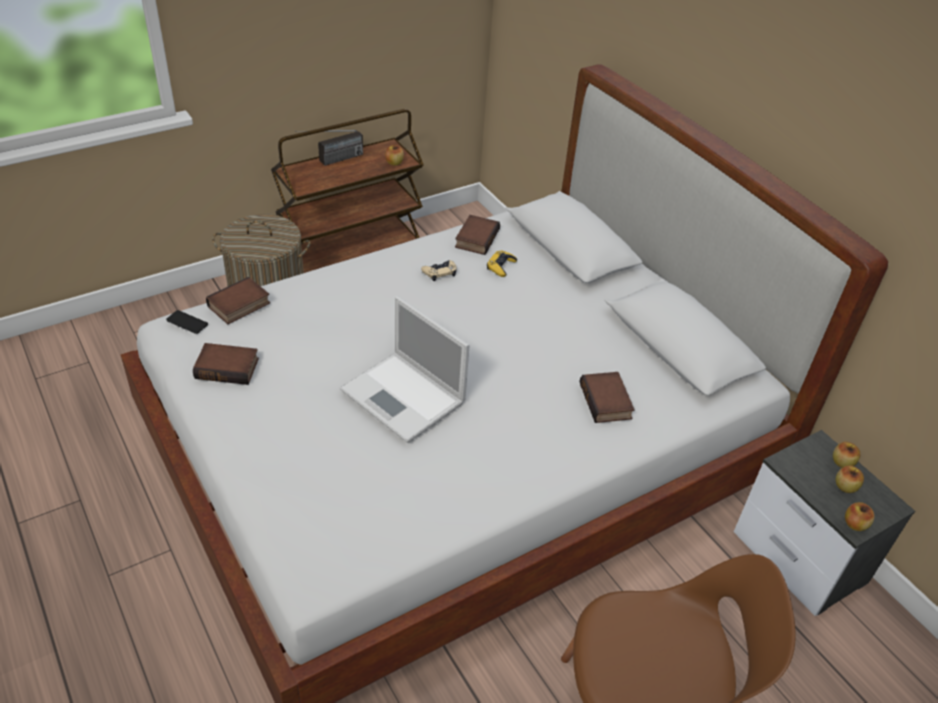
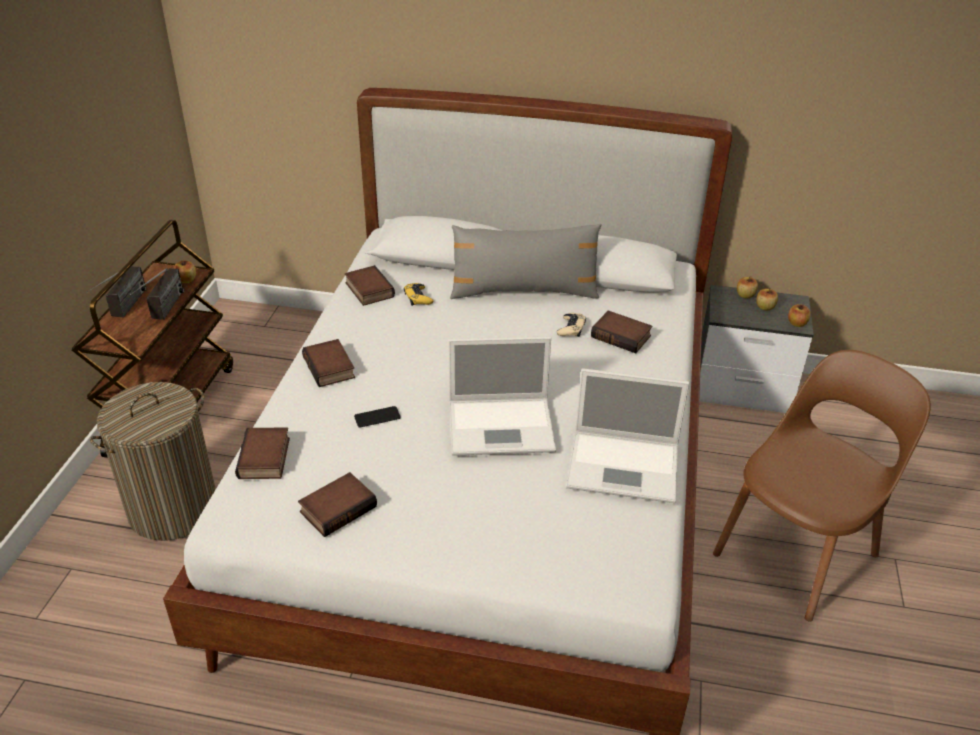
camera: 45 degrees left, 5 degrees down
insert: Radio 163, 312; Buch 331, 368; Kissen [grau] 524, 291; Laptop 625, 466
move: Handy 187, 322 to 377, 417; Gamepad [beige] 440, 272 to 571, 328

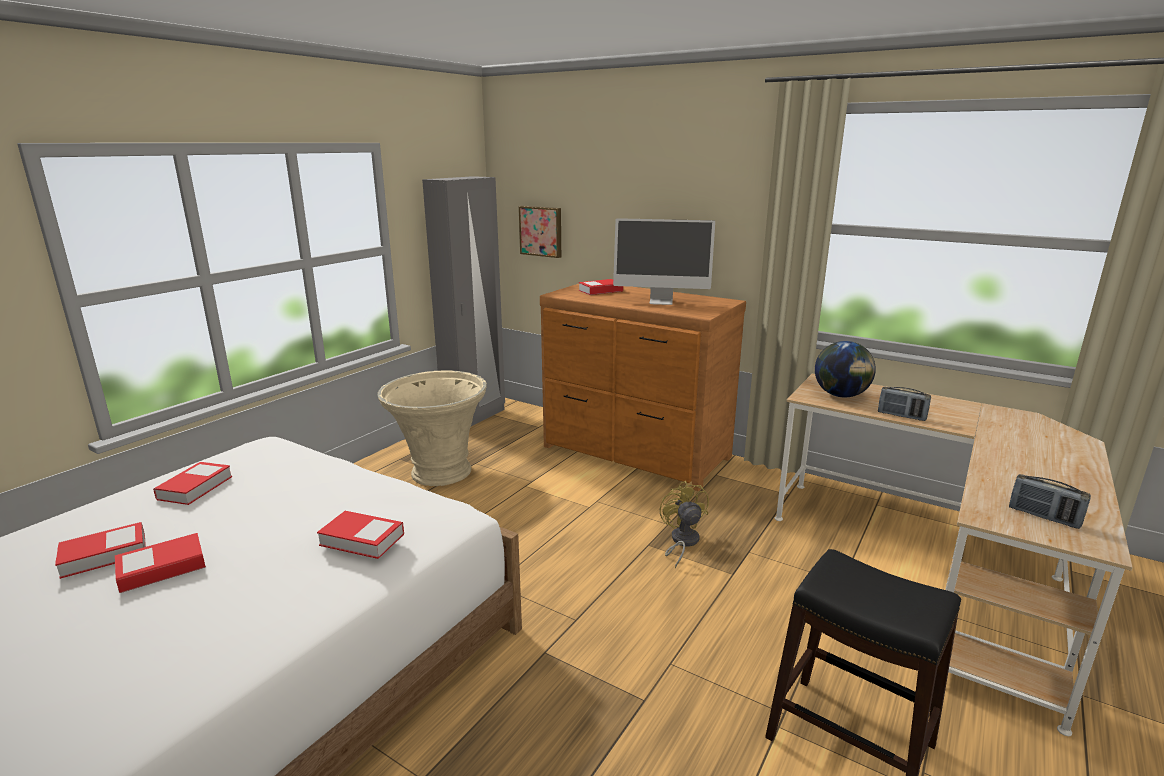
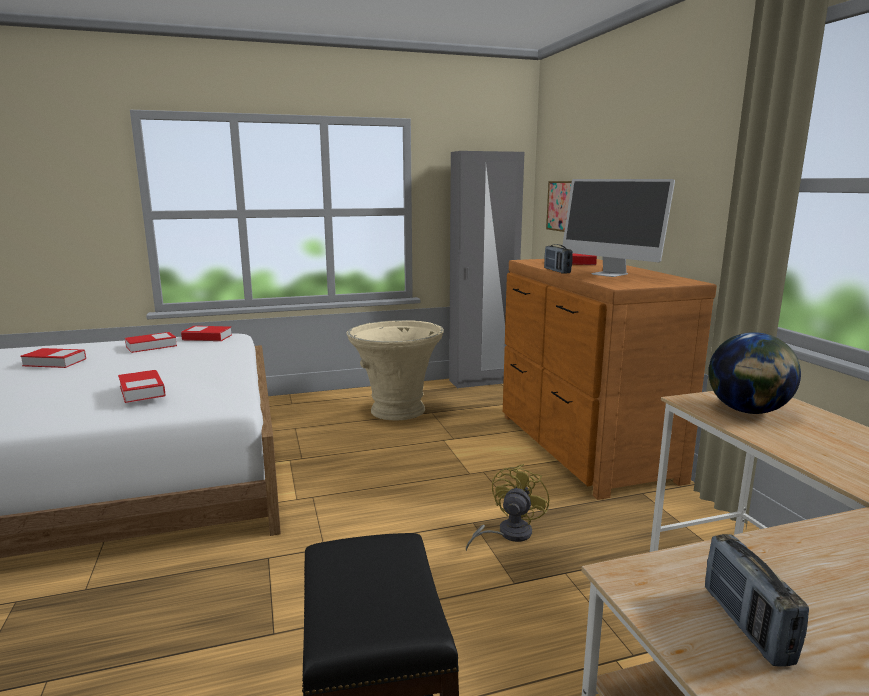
camera: 40 degrees right, 5 degrees down
move: Buch 162, 568 to 207, 337; Radio 901, 416 to 557, 271

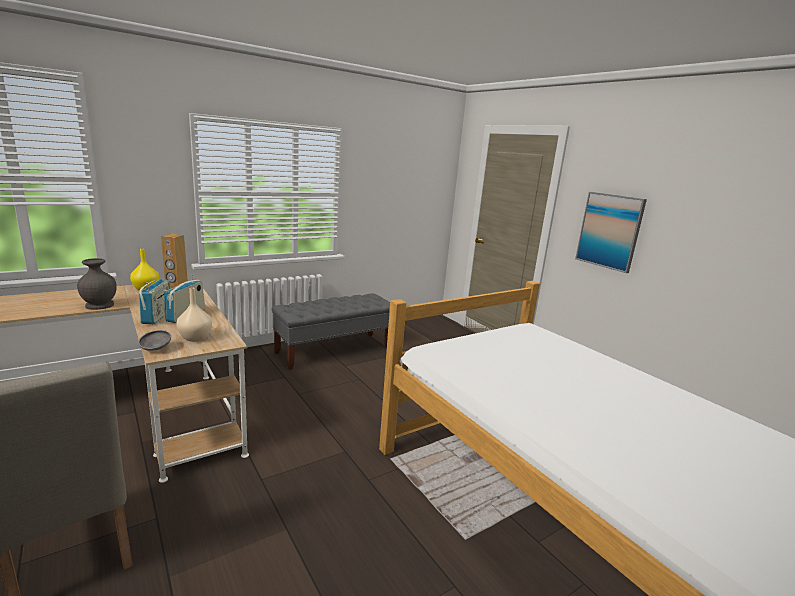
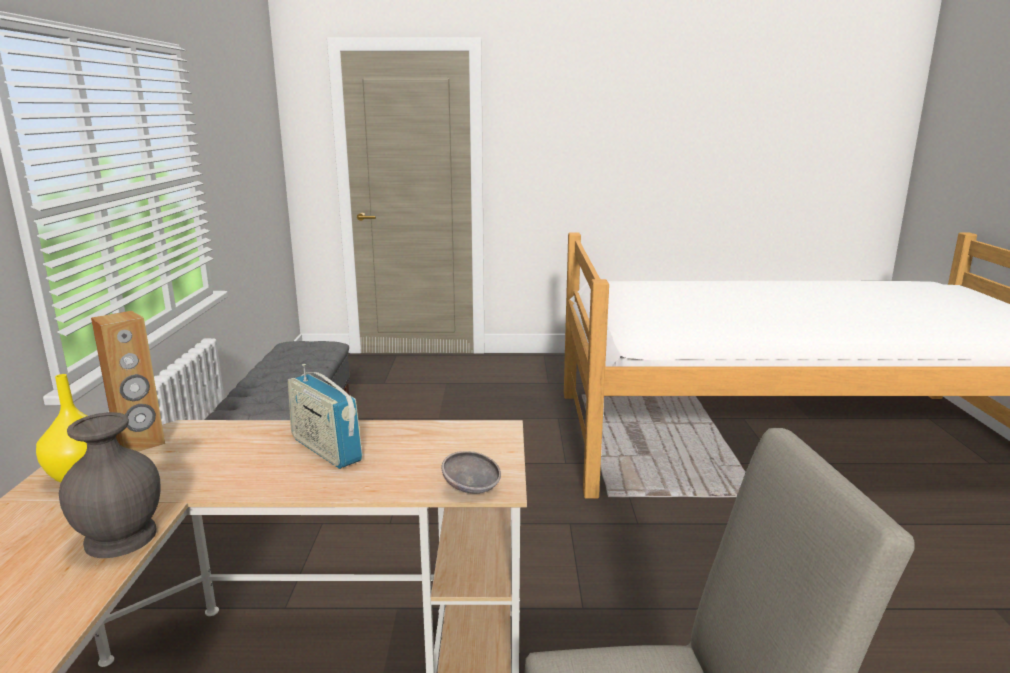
camera: 55 degrees left, 0 degrees up
delete: Radio 157, 316; Vase [beige] 196, 338; Bild 609, 231

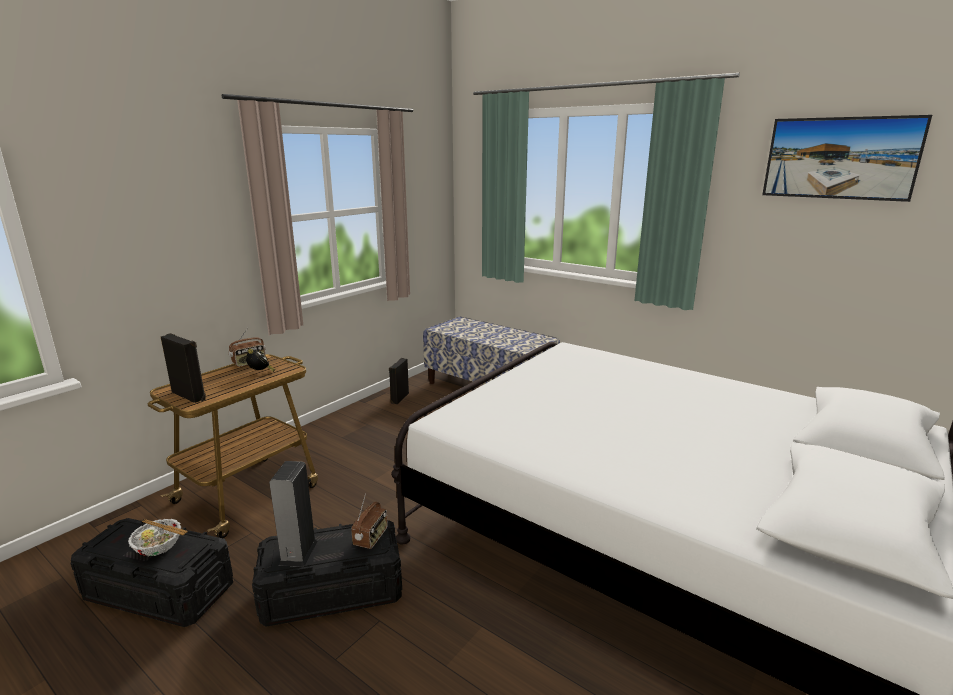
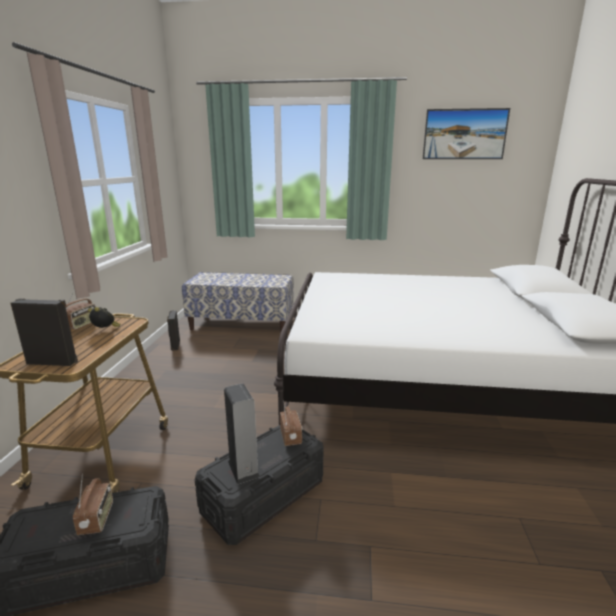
camera: 30 degrees left, 0 degrees up
replace: Schüssel 159, 548 to Radio 97, 519

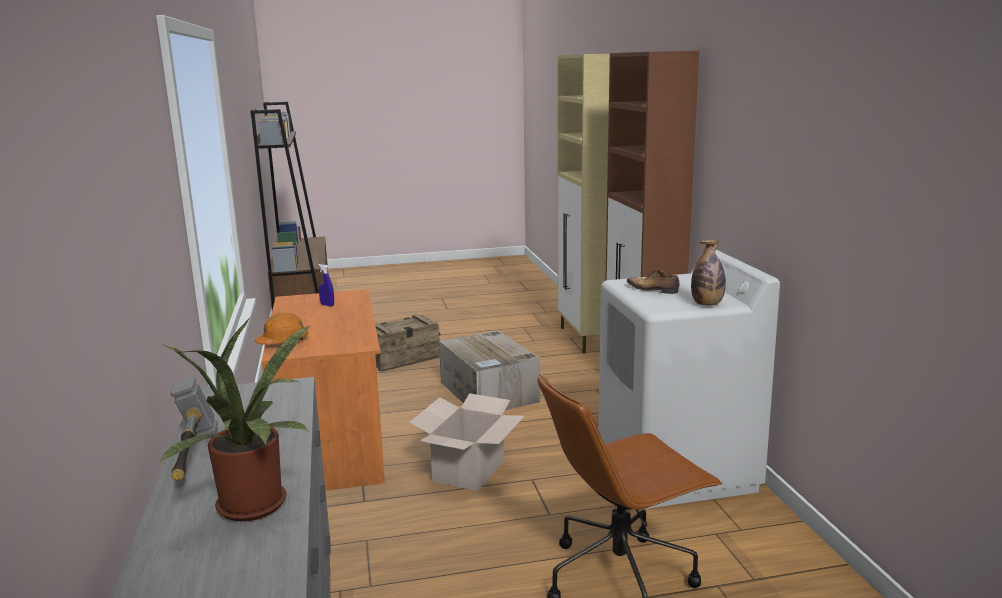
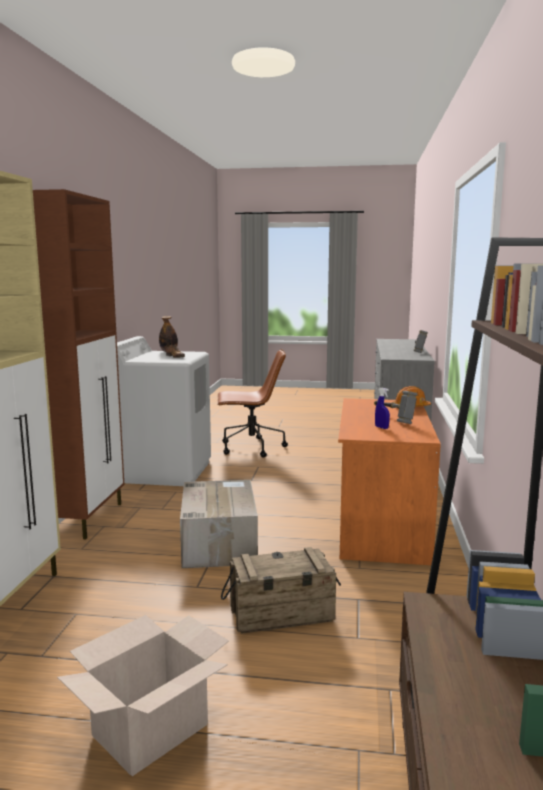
camera: 160 degrees left, 5 degrees down
delete: Topfpflanze 256, 508
insert: Hammer 393, 418
move: Karton 468, 470 to 150, 731

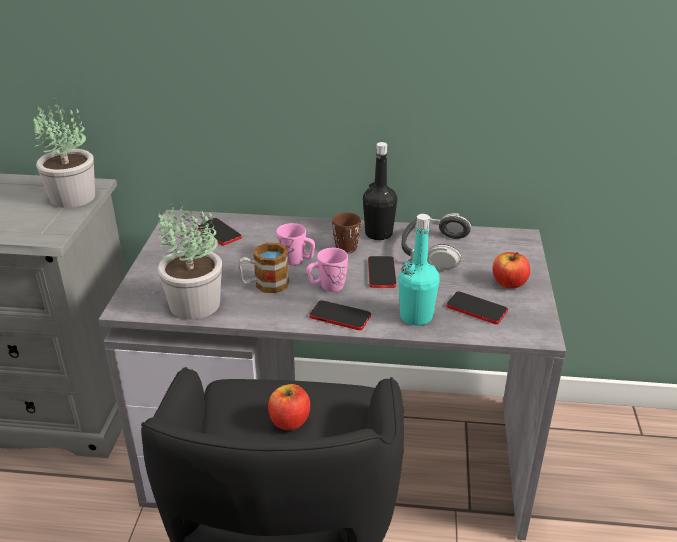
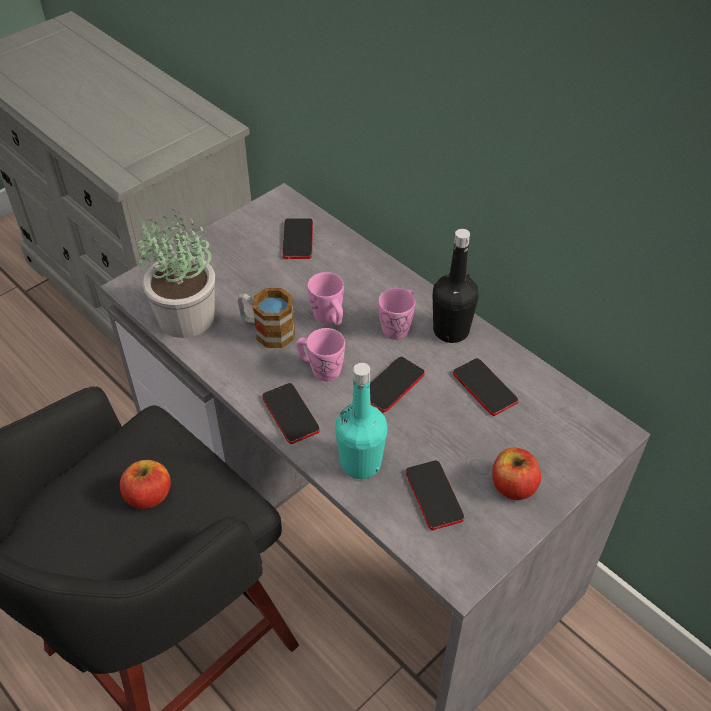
camera: 40 degrees right, 15 degrees up
delete: Topfpflanze 72, 197
replace: Kopfhörer 433, 249 to Handy 484, 387
recolor: Henkelbecher [braun] 345, 245 to Henkelbecher [rosa] 398, 326

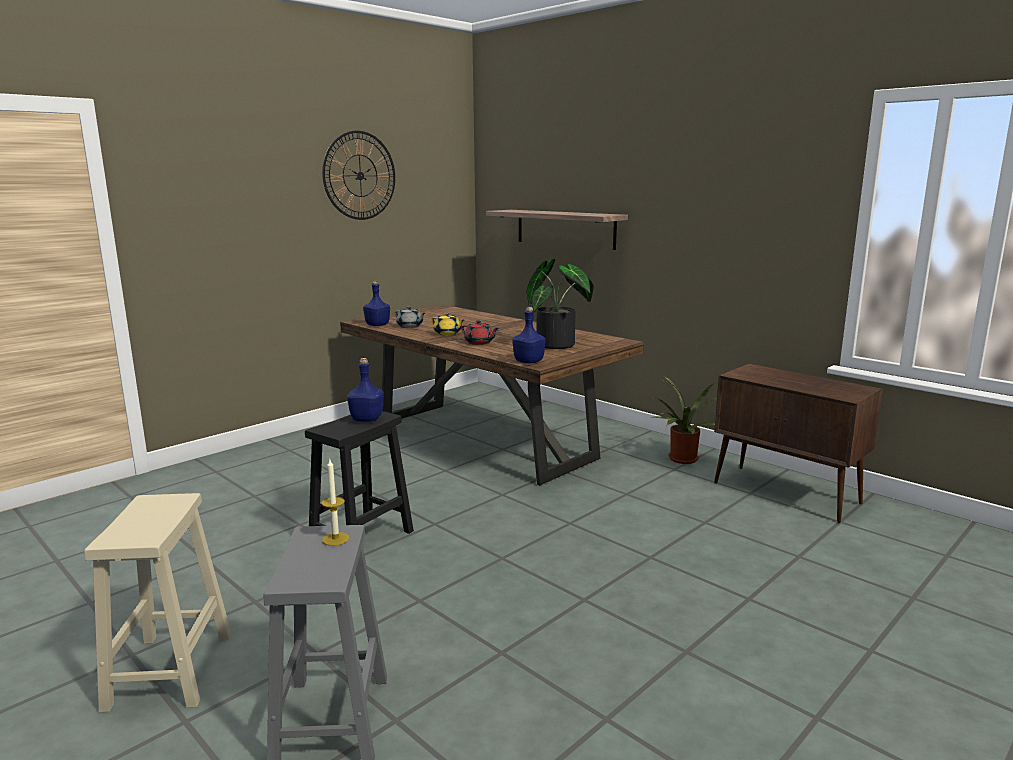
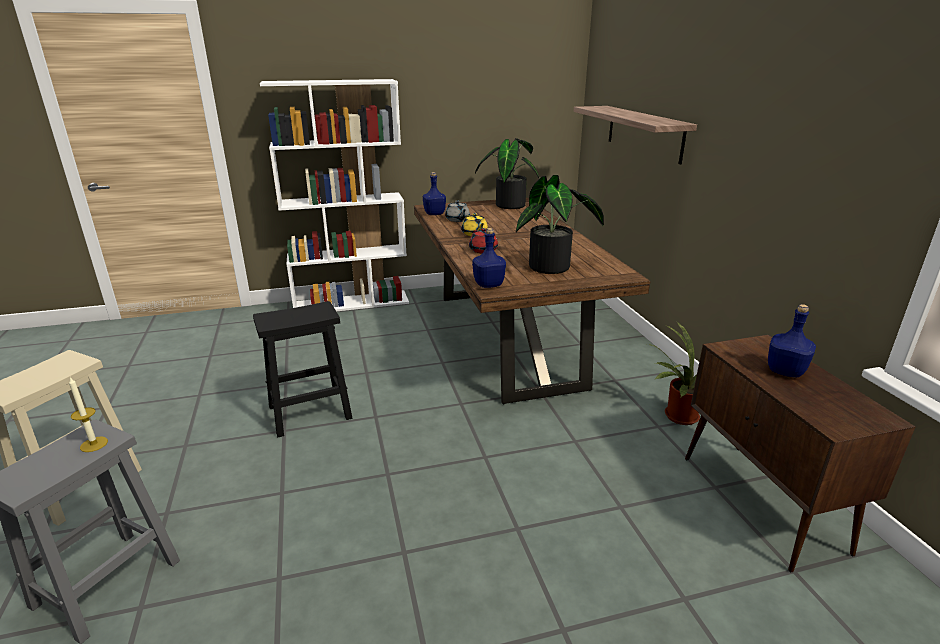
camera: 30 degrees right, 10 degrees up
delete: Wanduhr 360, 175
insert: Bücherregal [weiß] 352, 303; Topfpflanze 508, 205
move: Flasche [blau] 367, 419 to 786, 371

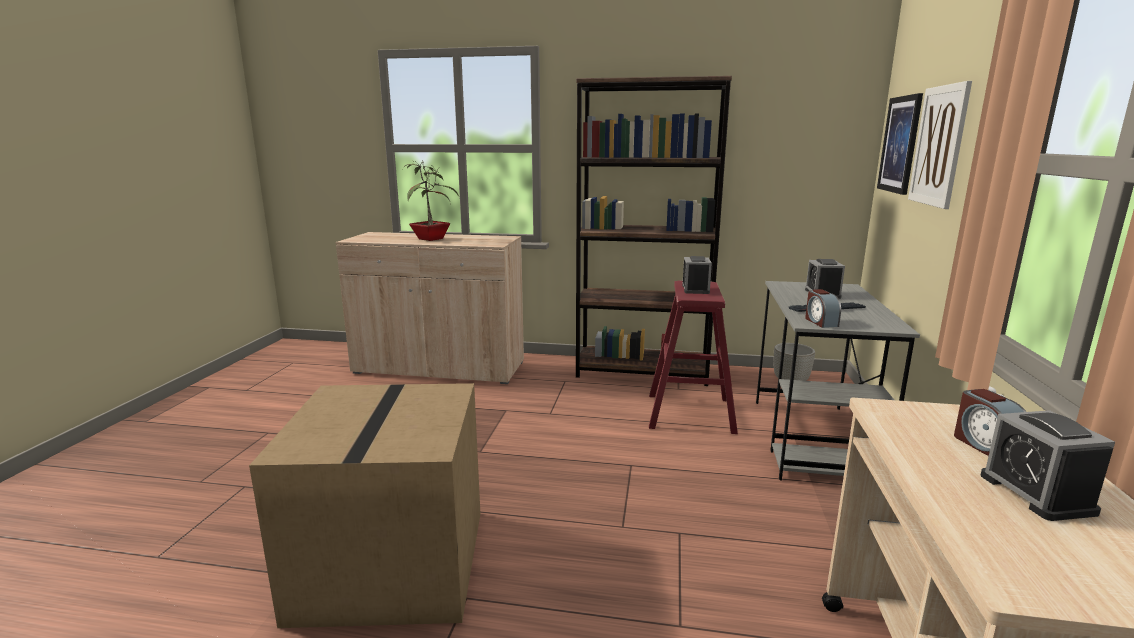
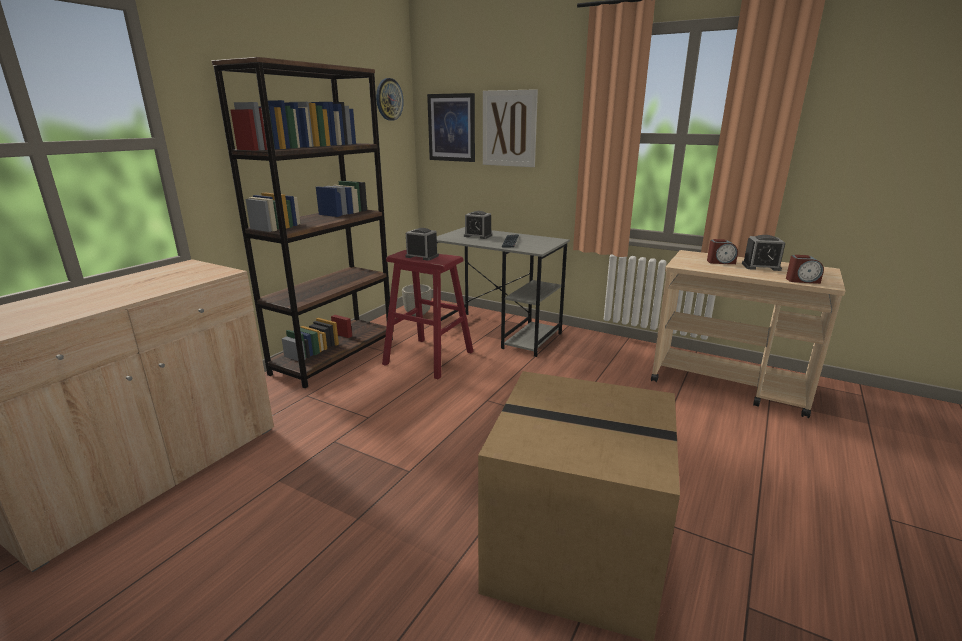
camera: 70 degrees left, 5 degrees up
delete: Topfpflanze 432, 239
insert: Wanduhr 389, 99
move: Wecker 820, 322 to 802, 280

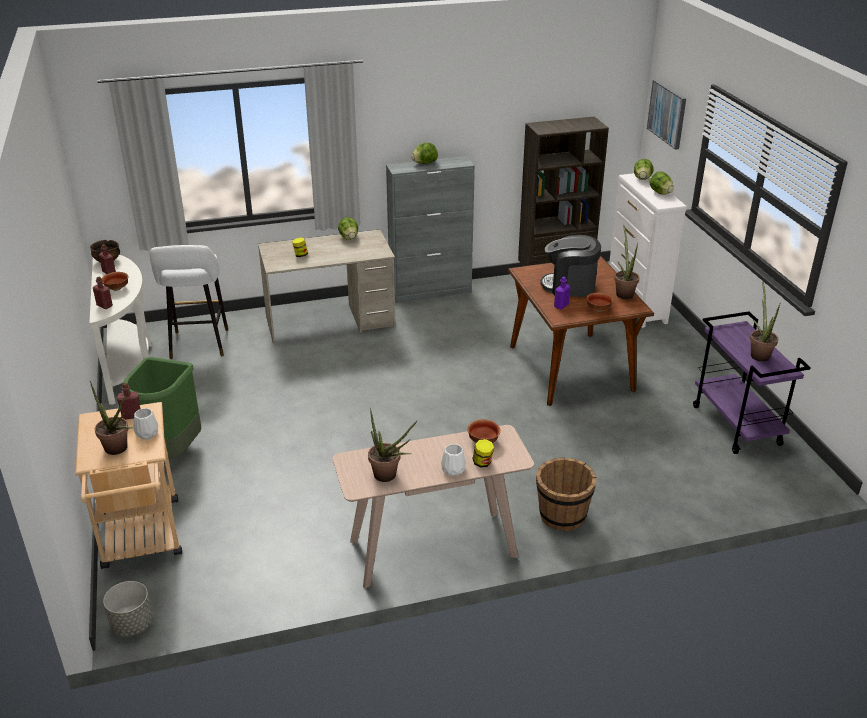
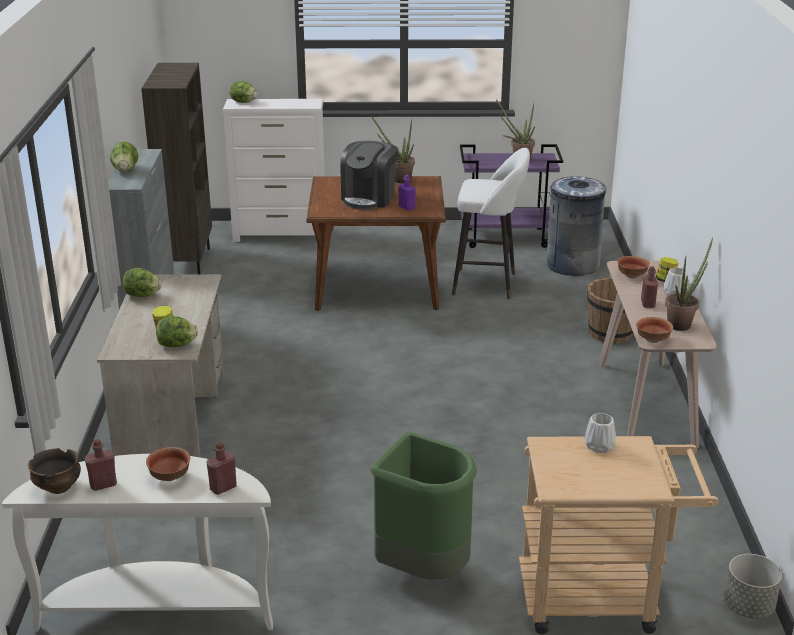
camera: 75 degrees left, 5 degrees down
delete: Topfpflanze 119, 450; Bild 667, 114
insert: Mülleimer [grau] 572, 265
move: Salatkopf 660, 193 to 177, 345; Hocker [weiß] 198, 346 to 488, 284; Schüssel 598, 309 to 652, 340; Flasche [rot] 131, 416 to 647, 304

